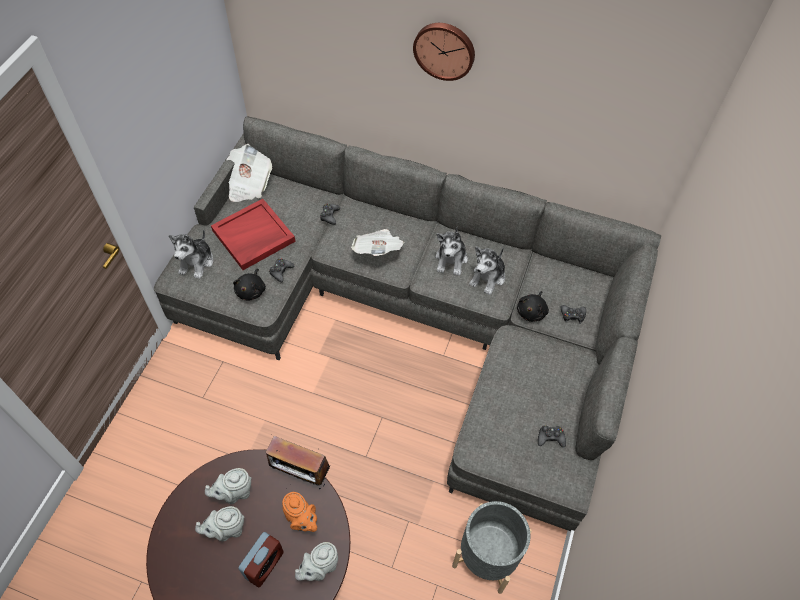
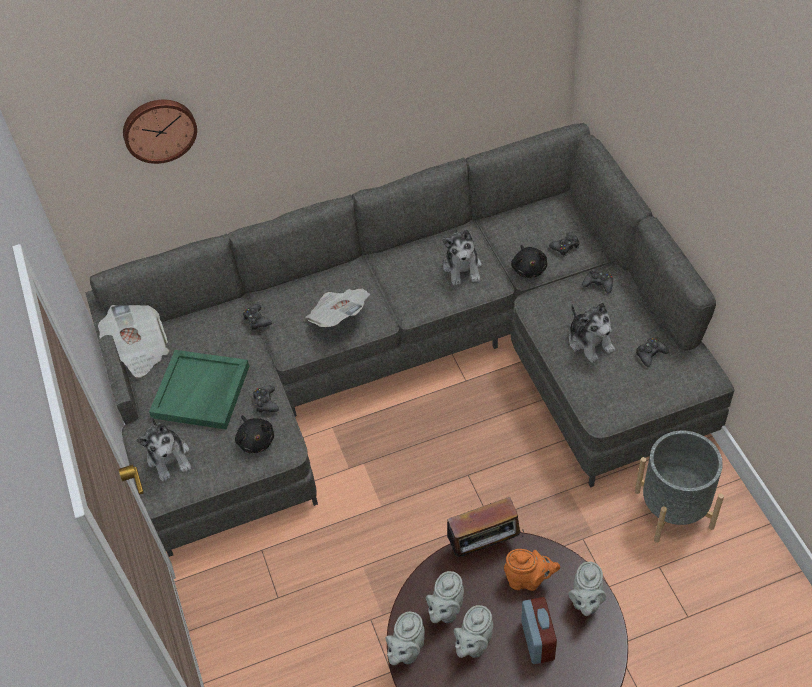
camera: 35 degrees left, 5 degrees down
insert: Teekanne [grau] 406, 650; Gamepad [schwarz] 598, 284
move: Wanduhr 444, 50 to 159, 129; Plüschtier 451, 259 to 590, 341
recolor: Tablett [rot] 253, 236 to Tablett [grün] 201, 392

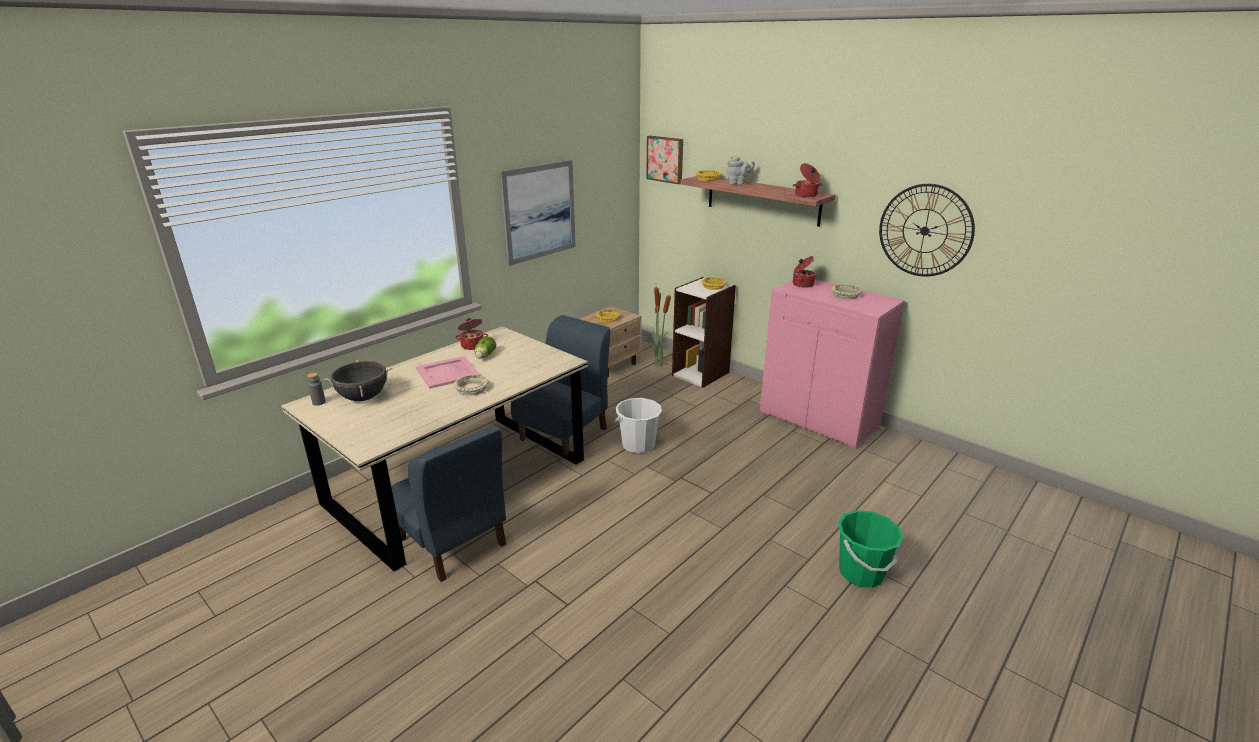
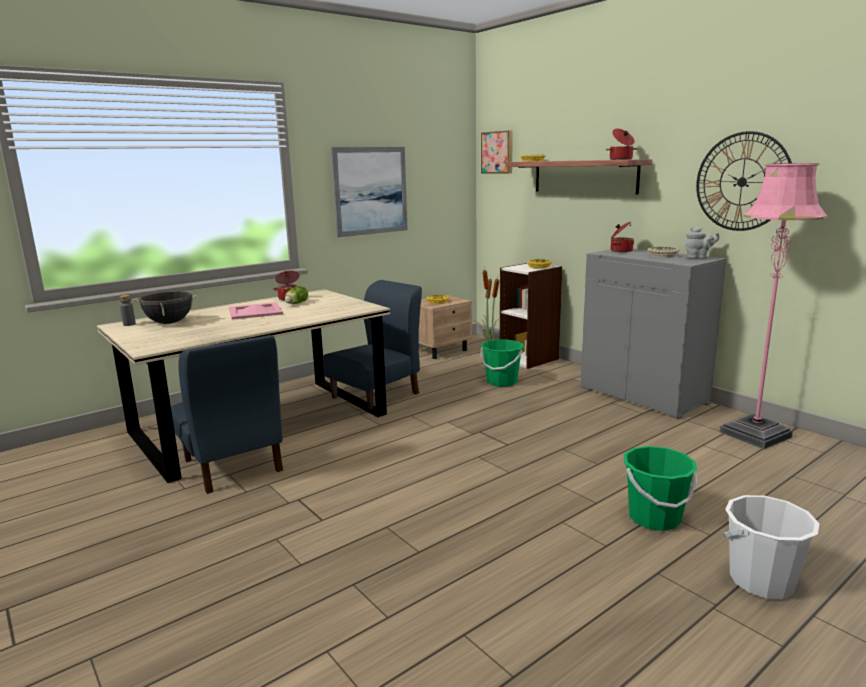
camera: 10 degrees right, 10 degrees down
delete: Schüssel [beige] 471, 389
insert: Eimer [grün] 501, 382; Stehlampe [rosa] 755, 435
move: Teekanne [grau] 737, 183 to 698, 258; Eimer [weiß] 638, 445 to 761, 581
recolor: Schrank [rosa] 819, 419 to Schrank [grau] 644, 395

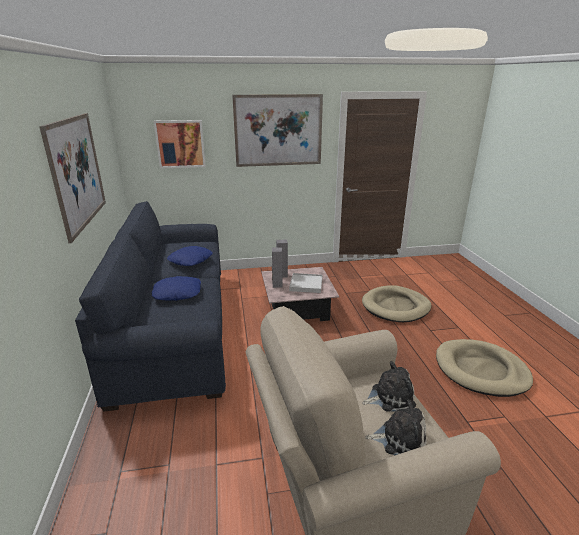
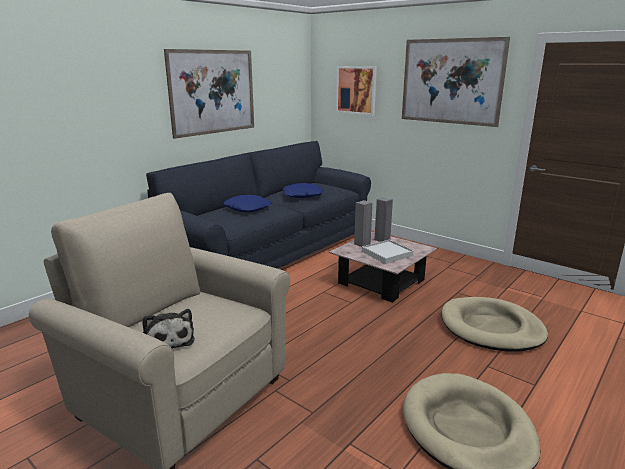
camera: 50 degrees right, 5 degrees down
delete: Plüschtier 390, 397

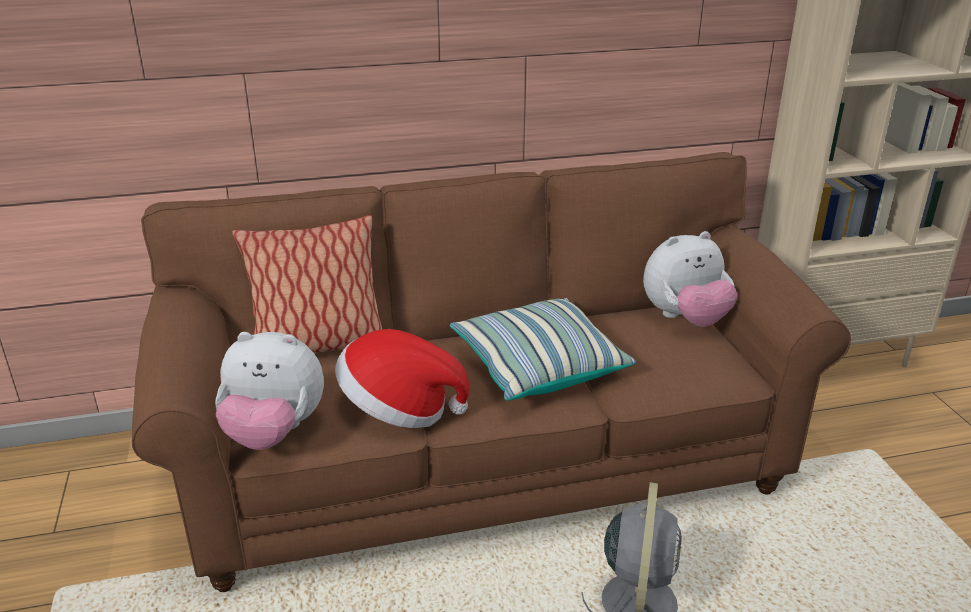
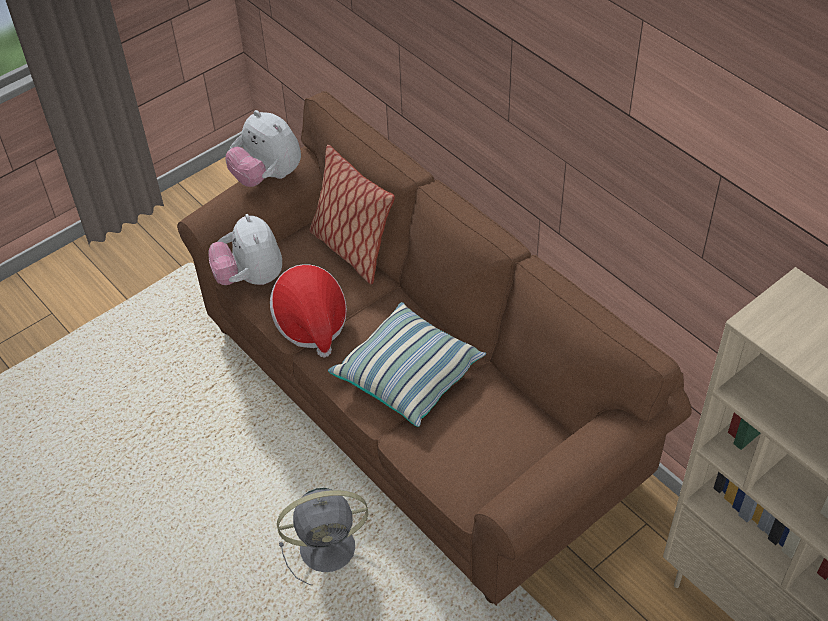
camera: 65 degrees right, 20 degrees up
move: Plüschtier 685, 319 to 267, 176

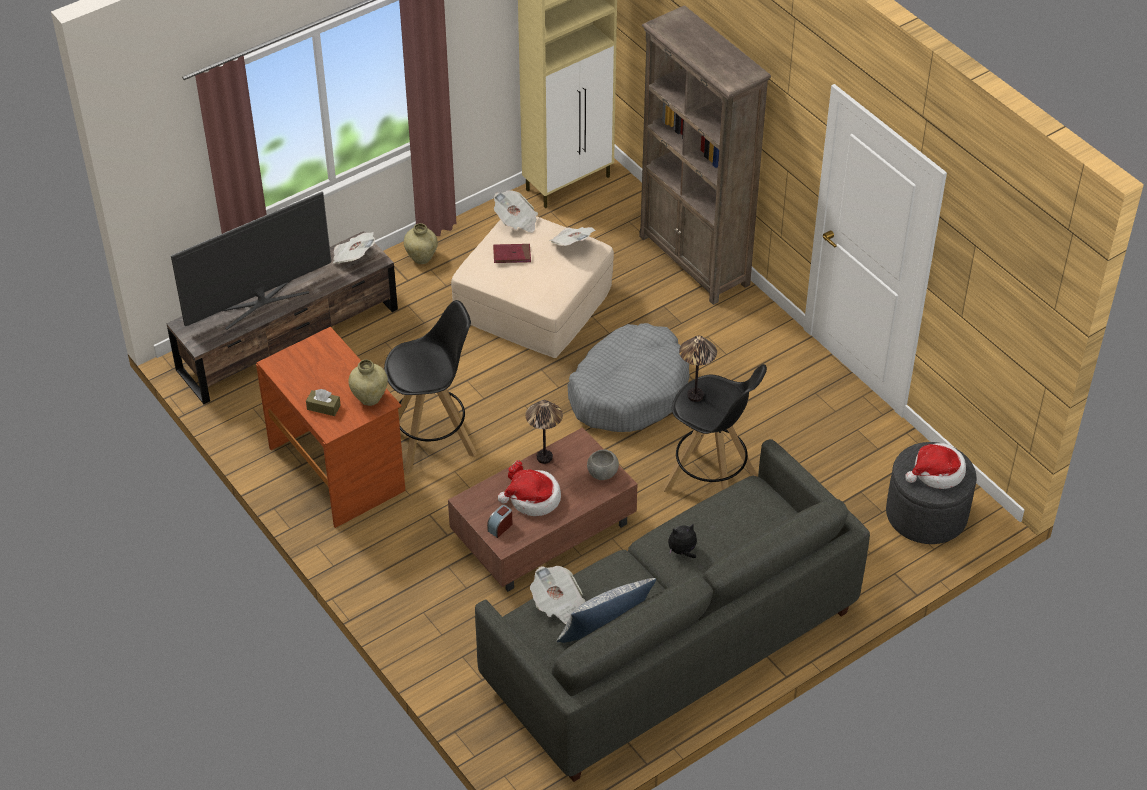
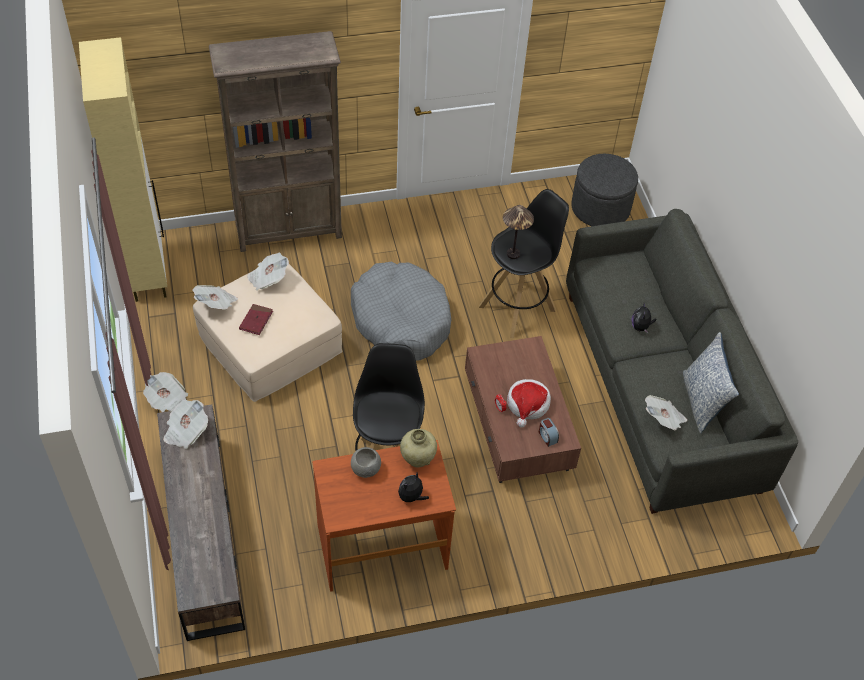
camera: 70 degrees left, 5 degrees up
delete: Fernseher 261, 301; Tischlampe 544, 458; Hut 937, 472
move: Schüssel [grau] 603, 473 to 366, 469
replace: Vase [beige] 421, 258 to Zeitung 167, 400; Taschentuchbox [braun] 323, 407 to Plüschtier 411, 497

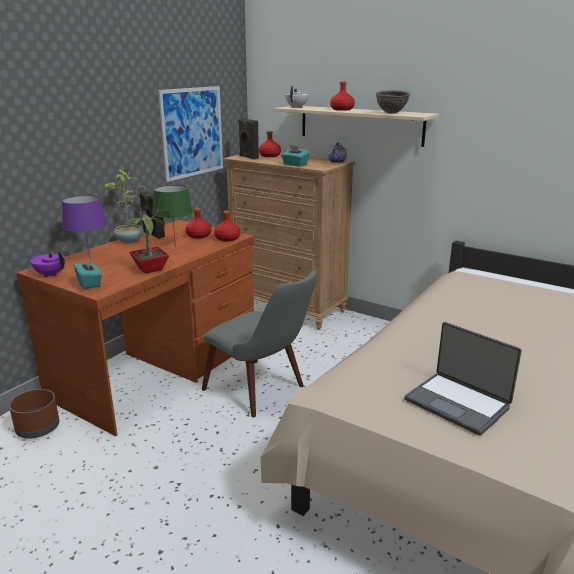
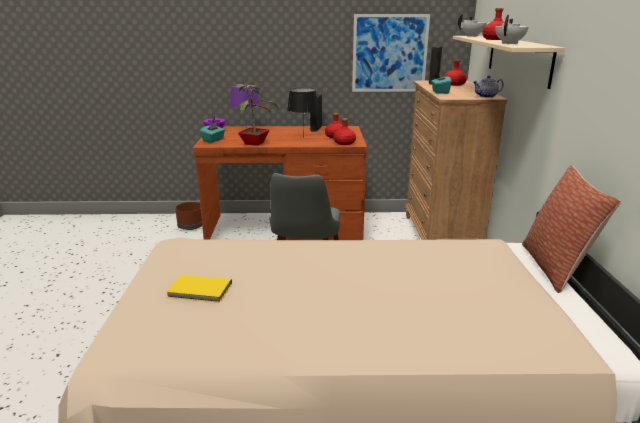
camera: 55 degrees right, 0 degrees up
delete: Topfpflanze 129, 241
insert: Kissen 555, 267
replace: Laptop 458, 403 to Buch [gelb] 200, 291; Schüssel [braun] 391, 113 to Teekanne [weiß] 509, 43
recolor: Tischlampe [grün] 175, 247 to Tischlampe [schwarz] 303, 137

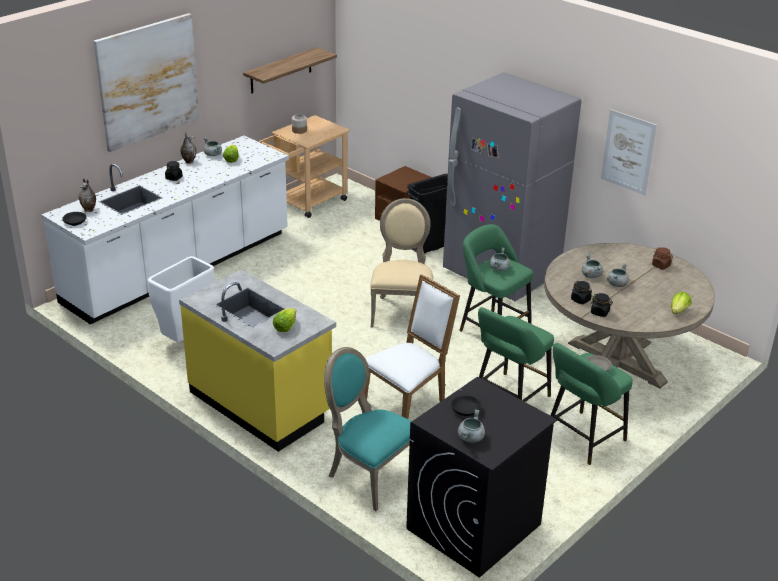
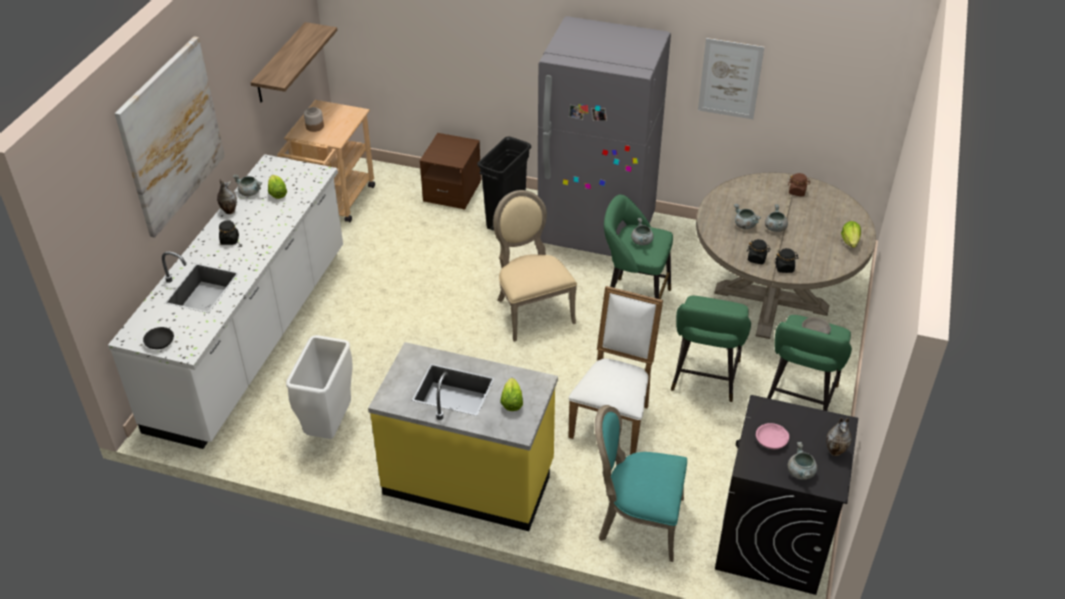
camera: 25 degrees left, 10 degrees up
move: Vase 89, 209 to 836, 451
recolor: Schüssel [schwarz] 466, 410 to Schüssel [rosa] 772, 440

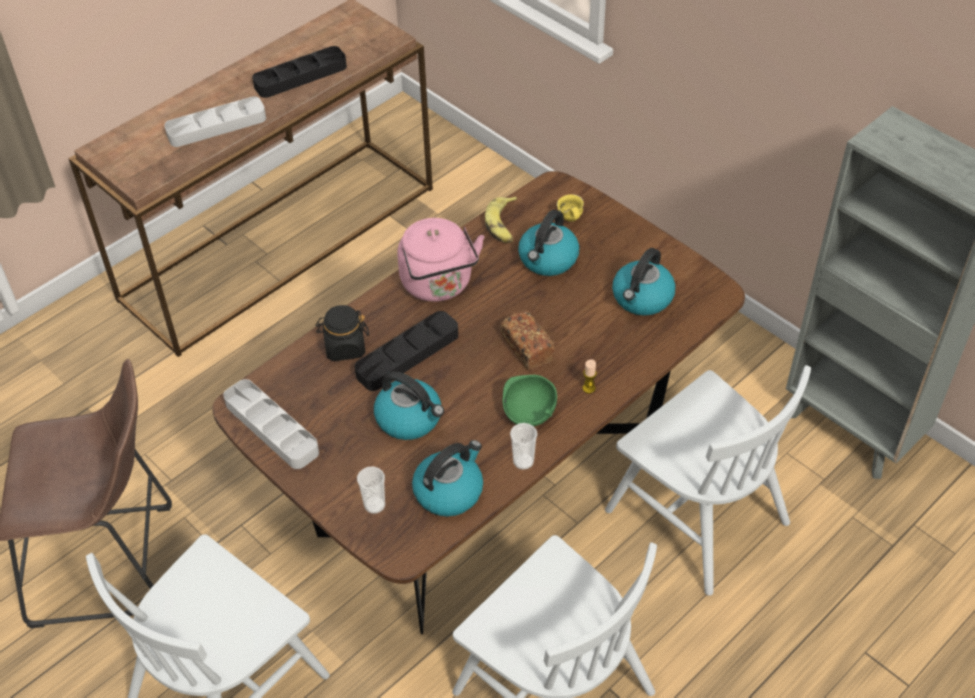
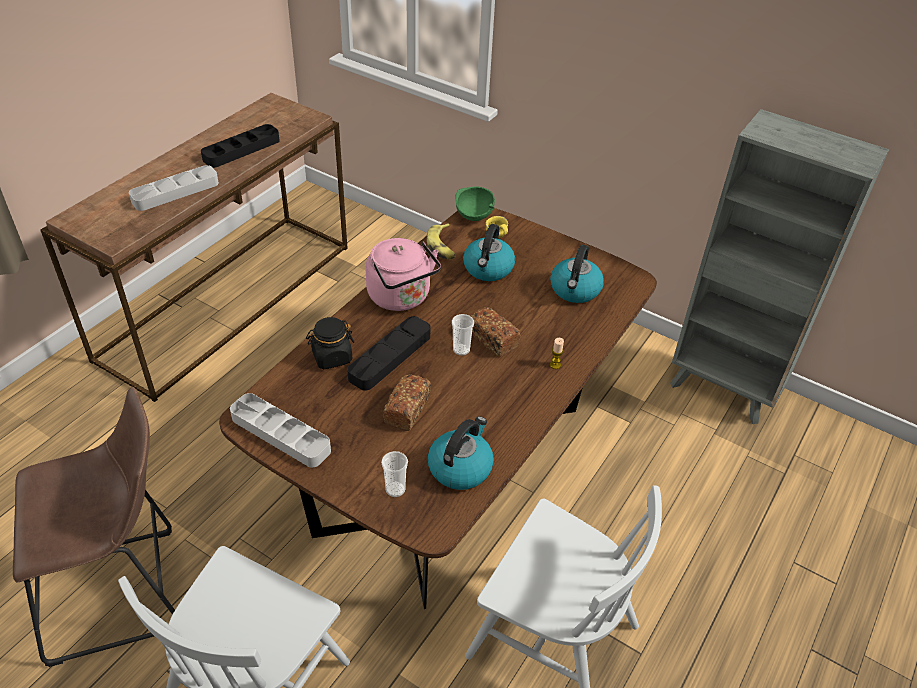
camera: 15 degrees left, 5 degrees down
delete: Stuhl [weiß] 696, 515
move: Tasse 523, 461 to 461, 350; Schüssel [grün] 529, 414 to 474, 215
replace: Wasserkessel 410, 419 to Brot 407, 409

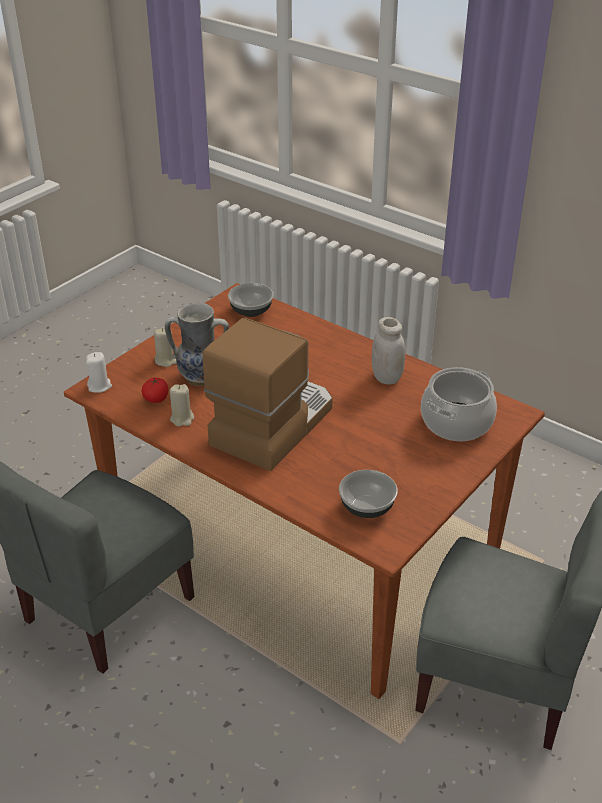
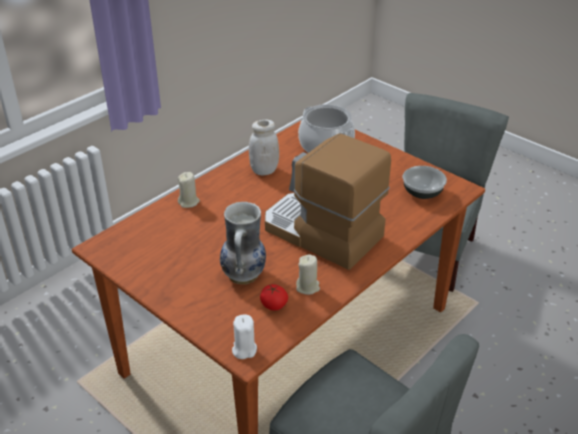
camera: 85 degrees left, 0 degrees up
delete: Schüssel 251, 311
move: Kerze [beige] 166, 360 to 189, 202

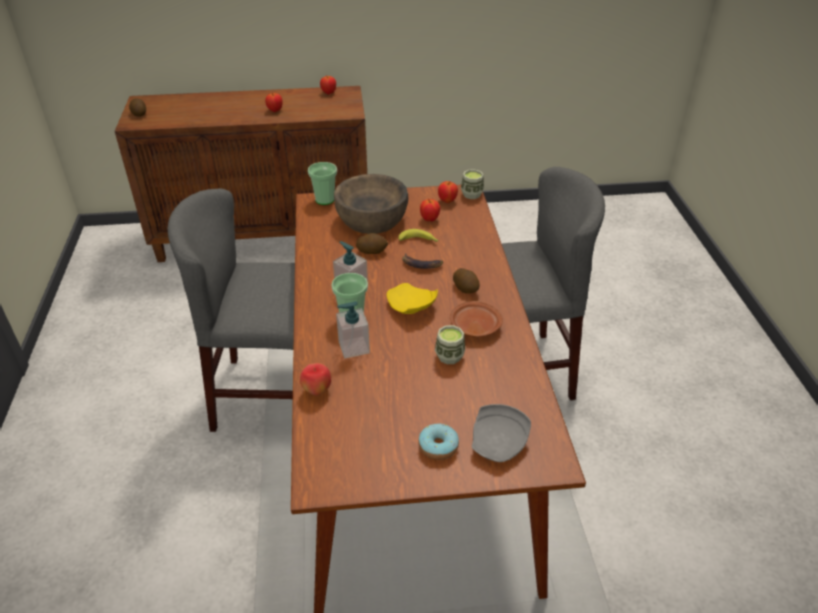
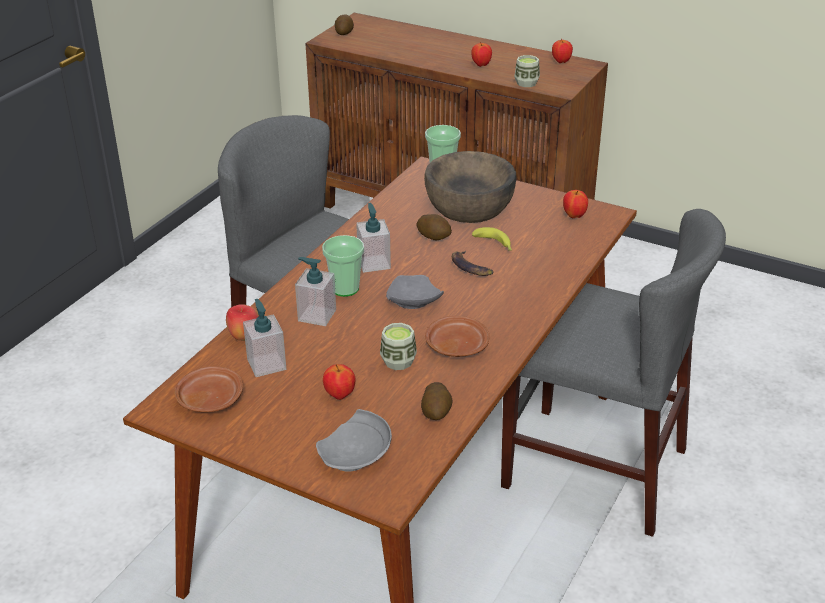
camera: 35 degrees right, 5 degrees down
delete: Donut 438, 446
insert: Teller [braun] 210, 399; Seifenspender 266, 364
move: Apfel 429, 219 to 340, 395; Kartoffel 466, 288 to 436, 412; Tasse 472, 194 to 526, 83
recolor: Teller [gelb] 411, 307 to Teller [grau] 412, 302

